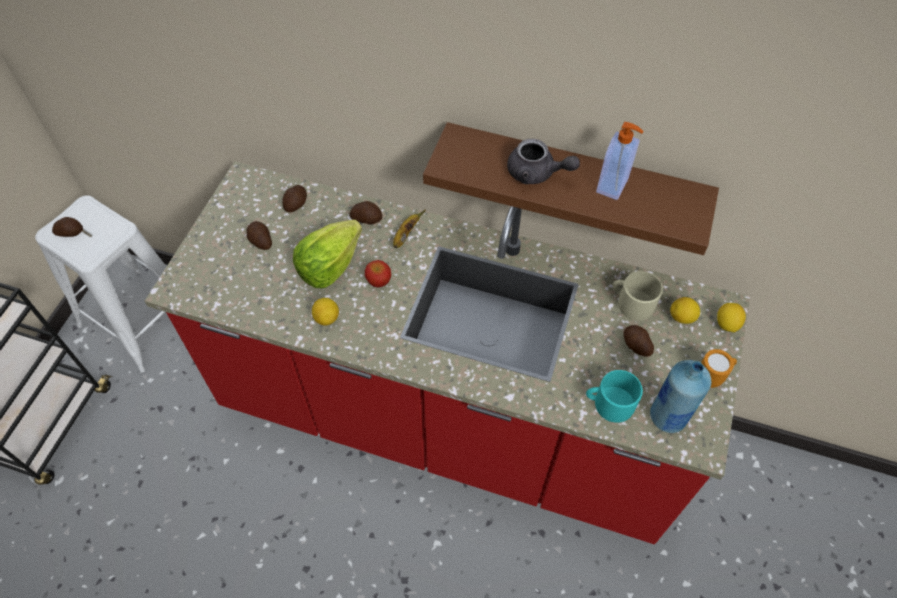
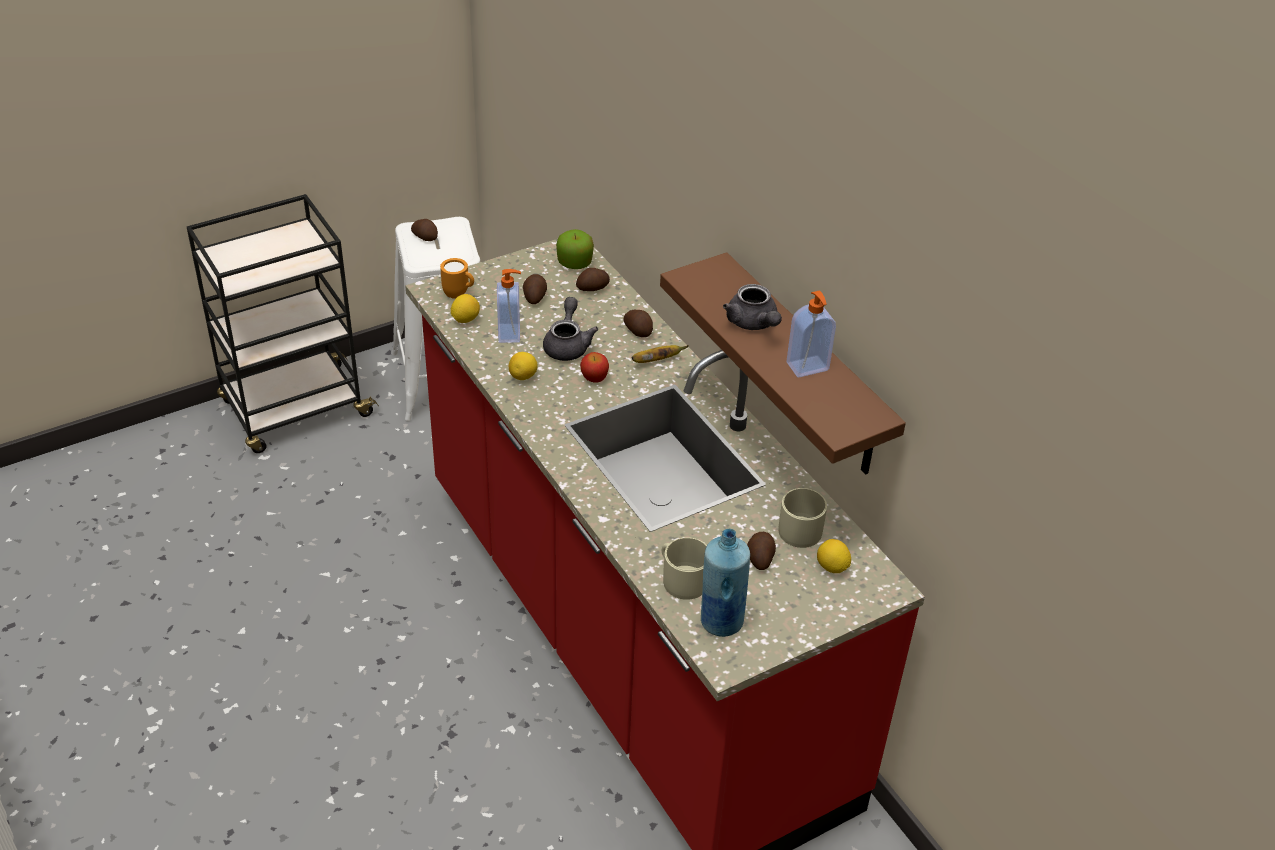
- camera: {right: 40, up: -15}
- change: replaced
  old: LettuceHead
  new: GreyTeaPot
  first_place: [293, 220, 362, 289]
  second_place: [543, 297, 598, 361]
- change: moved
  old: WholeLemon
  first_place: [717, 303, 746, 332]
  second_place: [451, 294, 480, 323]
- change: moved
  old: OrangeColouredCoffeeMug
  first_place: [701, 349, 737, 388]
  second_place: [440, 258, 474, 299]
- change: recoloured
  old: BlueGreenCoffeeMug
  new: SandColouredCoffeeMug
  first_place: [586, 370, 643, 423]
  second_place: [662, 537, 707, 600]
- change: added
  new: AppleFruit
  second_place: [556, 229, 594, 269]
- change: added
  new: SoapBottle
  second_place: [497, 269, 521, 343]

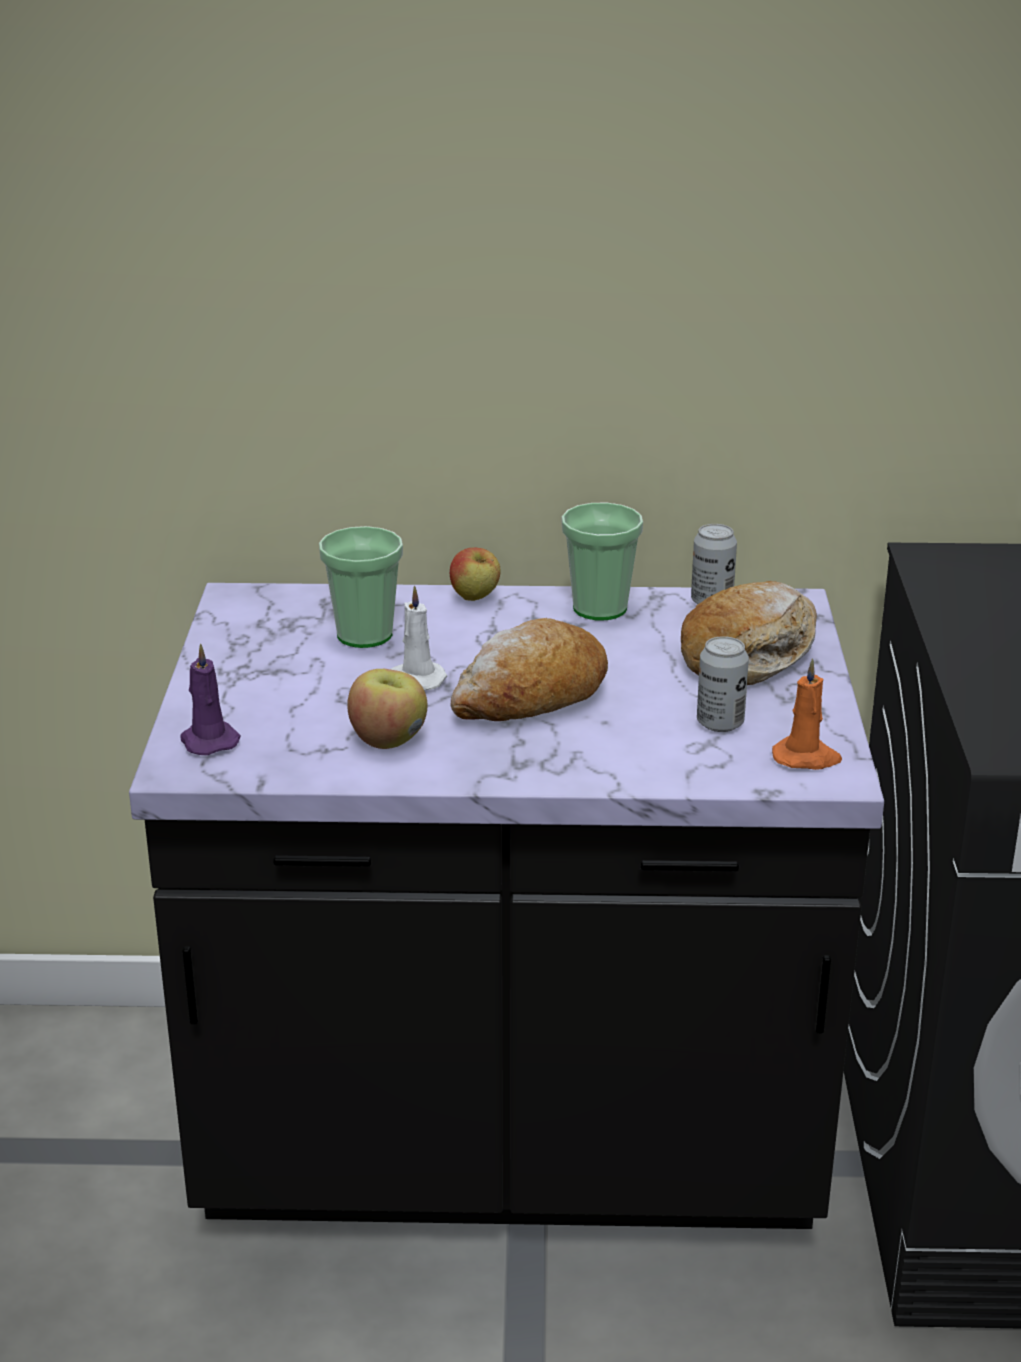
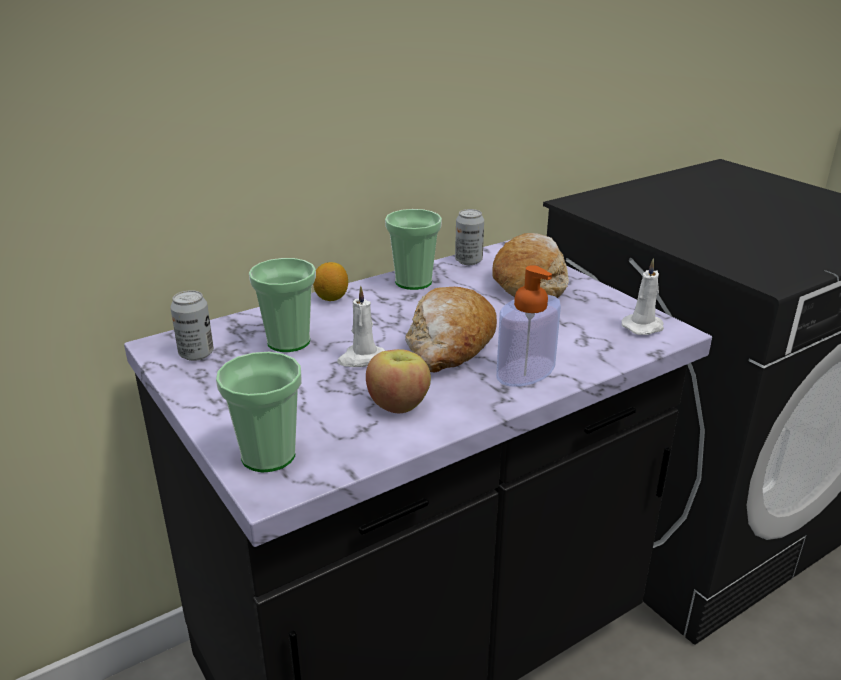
- camera: {right: -35, up: 0}
- change: replaced
  old: AppleFruit
  new: WholeLemon
  first_place: [450, 548, 501, 601]
  second_place: [313, 262, 348, 301]
- change: moved
  old: Can
  first_place: [697, 636, 749, 732]
  second_place: [170, 290, 214, 361]
- change: replaced
  old: PurpleColouredCandle
  new: DrinkingCup
  first_place: [180, 643, 240, 755]
  second_place: [216, 352, 302, 473]
- change: recoloured
  old: OrangeColouredCandle
  new: WhiteColouredCandle
  first_place: [772, 659, 842, 770]
  second_place: [622, 258, 664, 335]
- change: added
  new: SoapBottle
  second_place: [496, 265, 561, 386]

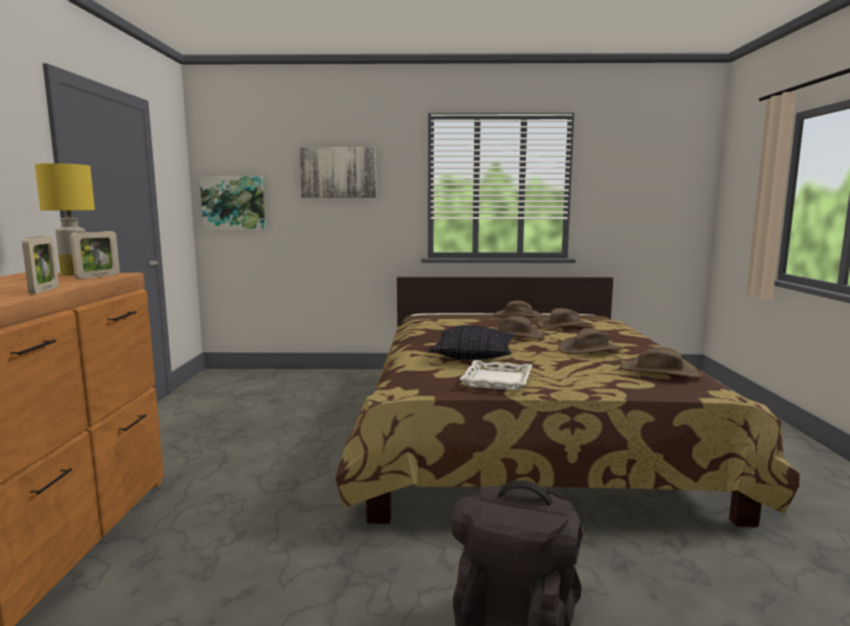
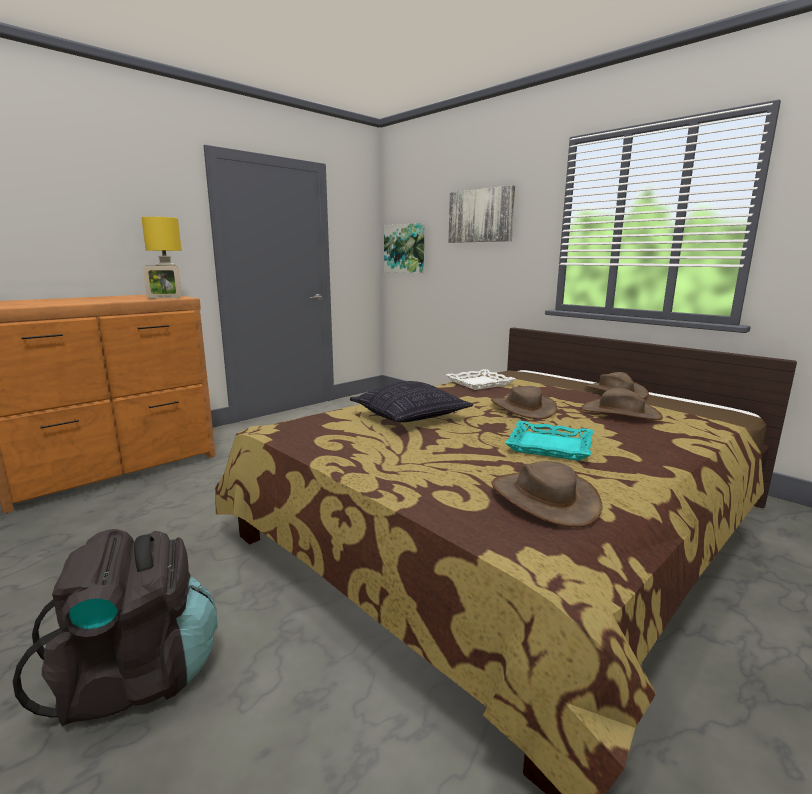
- camera: {right: 45, up: 5}
- change: removed
  old: StandingFrame
  first_place: [22, 236, 59, 294]
- change: replaced
  old: BrownColouredWearableHat
  new: BlueGreenServingTray
  first_place: [558, 328, 624, 354]
  second_place: [505, 421, 593, 461]
- change: moved
  old: WhiteColouredServingTray
  first_place: [460, 360, 532, 391]
  second_place: [446, 369, 515, 390]

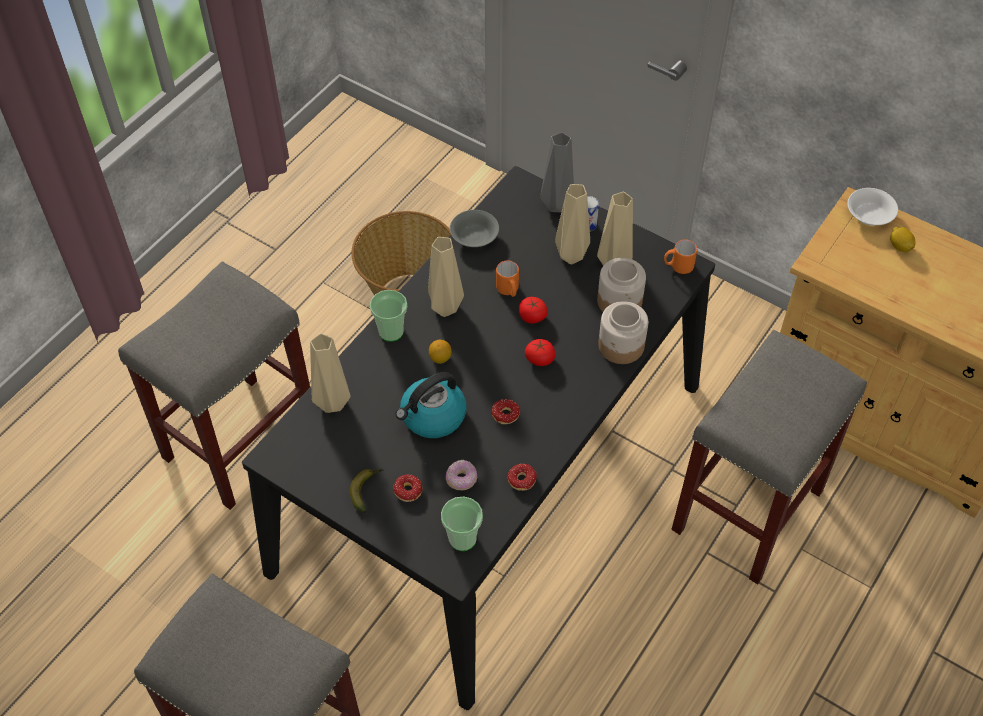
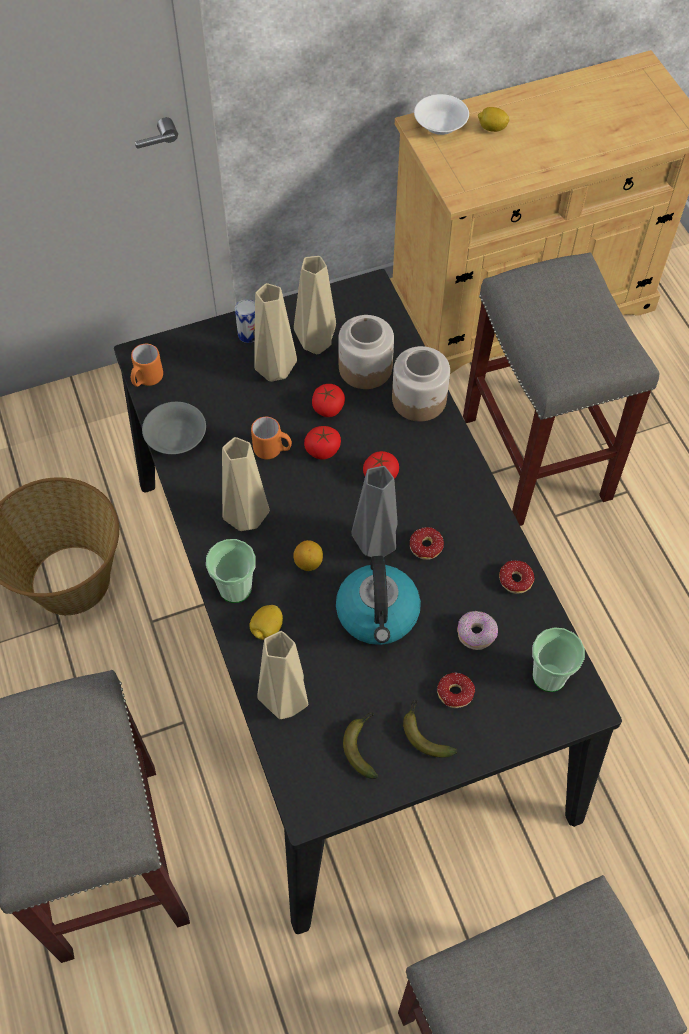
- camera: {right: -55, up: 5}
- change: moved
  old: GreyFlowerVase
  first_place: [540, 132, 574, 213]
  second_place: [351, 466, 398, 557]
- change: moved
  old: OrangeColouredCoffeeMug
  first_place: [664, 240, 697, 274]
  second_place: [131, 344, 163, 387]
- change: added
  new: Tomato
  second_place: [312, 384, 345, 417]
- change: added
  new: WholeLemon
  second_place: [249, 605, 283, 640]
- change: added
  new: Banana
  second_place: [343, 712, 378, 779]

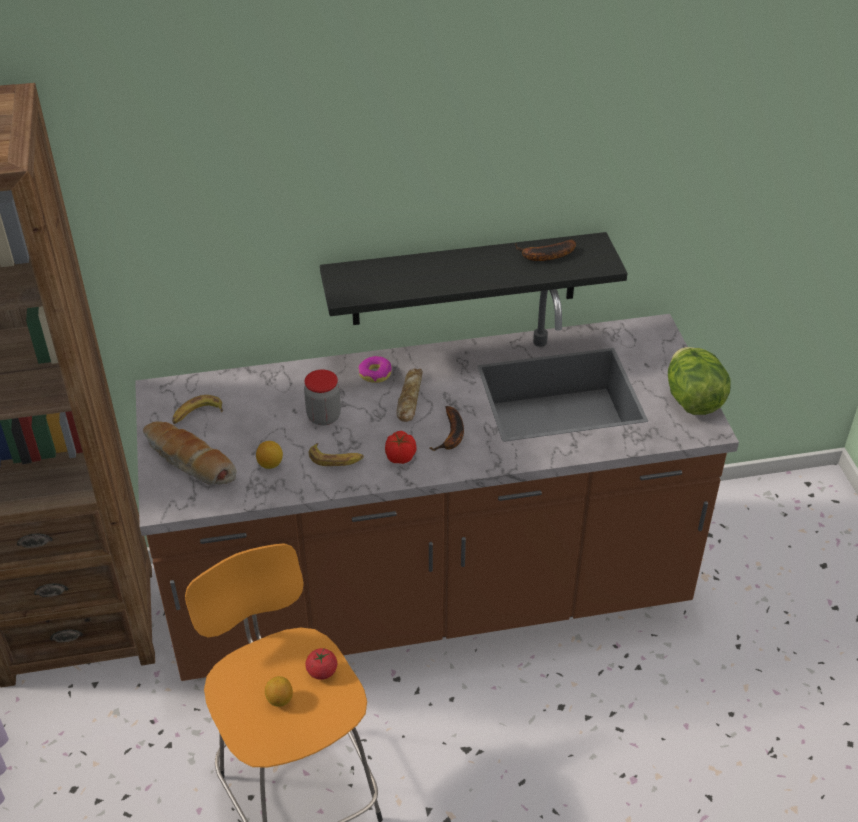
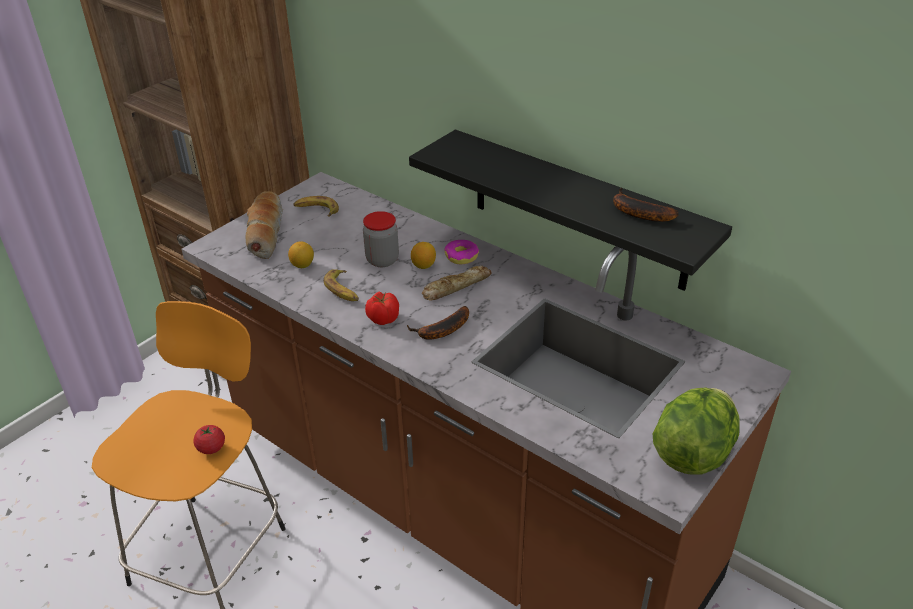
- camera: {right: 50, up: -5}
- change: moved
  old: WholeLemon
  first_place: [265, 676, 293, 707]
  second_place: [411, 242, 436, 269]

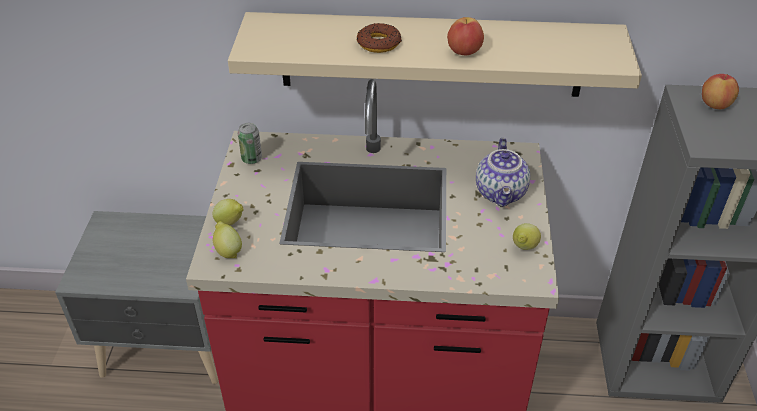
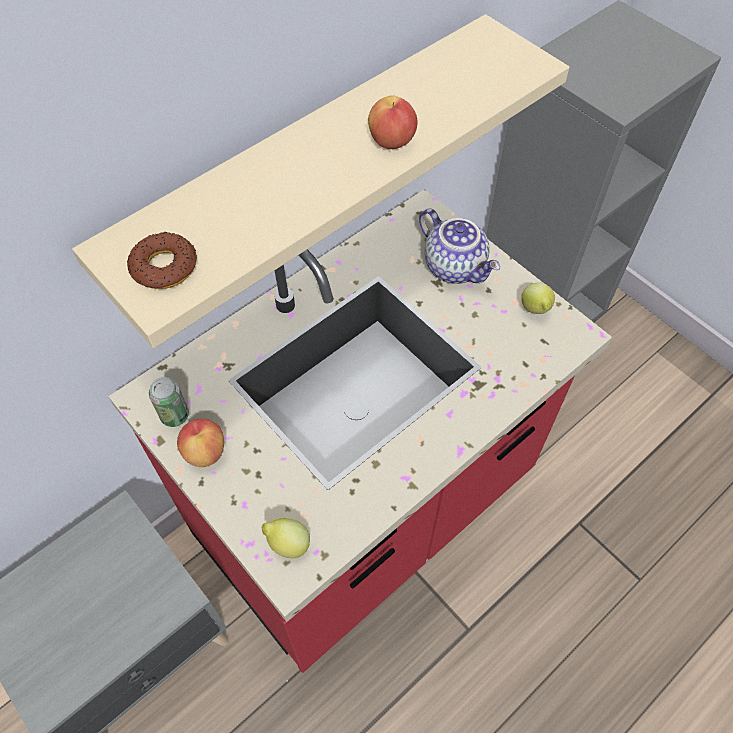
- camera: {right: -45, up: 15}
- change: moved
  old: Doughnut
  first_place: [357, 23, 402, 53]
  second_place: [127, 232, 197, 289]
- change: moved
  old: AppleFruit
  first_place: [702, 74, 739, 109]
  second_place: [177, 418, 224, 467]
- change: removed
  old: WholeLemon
  first_place: [213, 199, 243, 226]

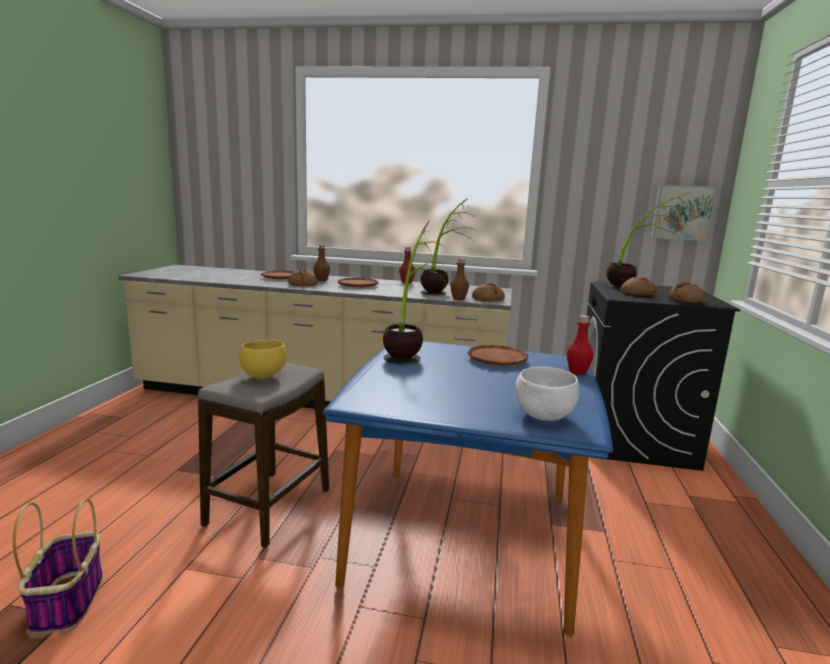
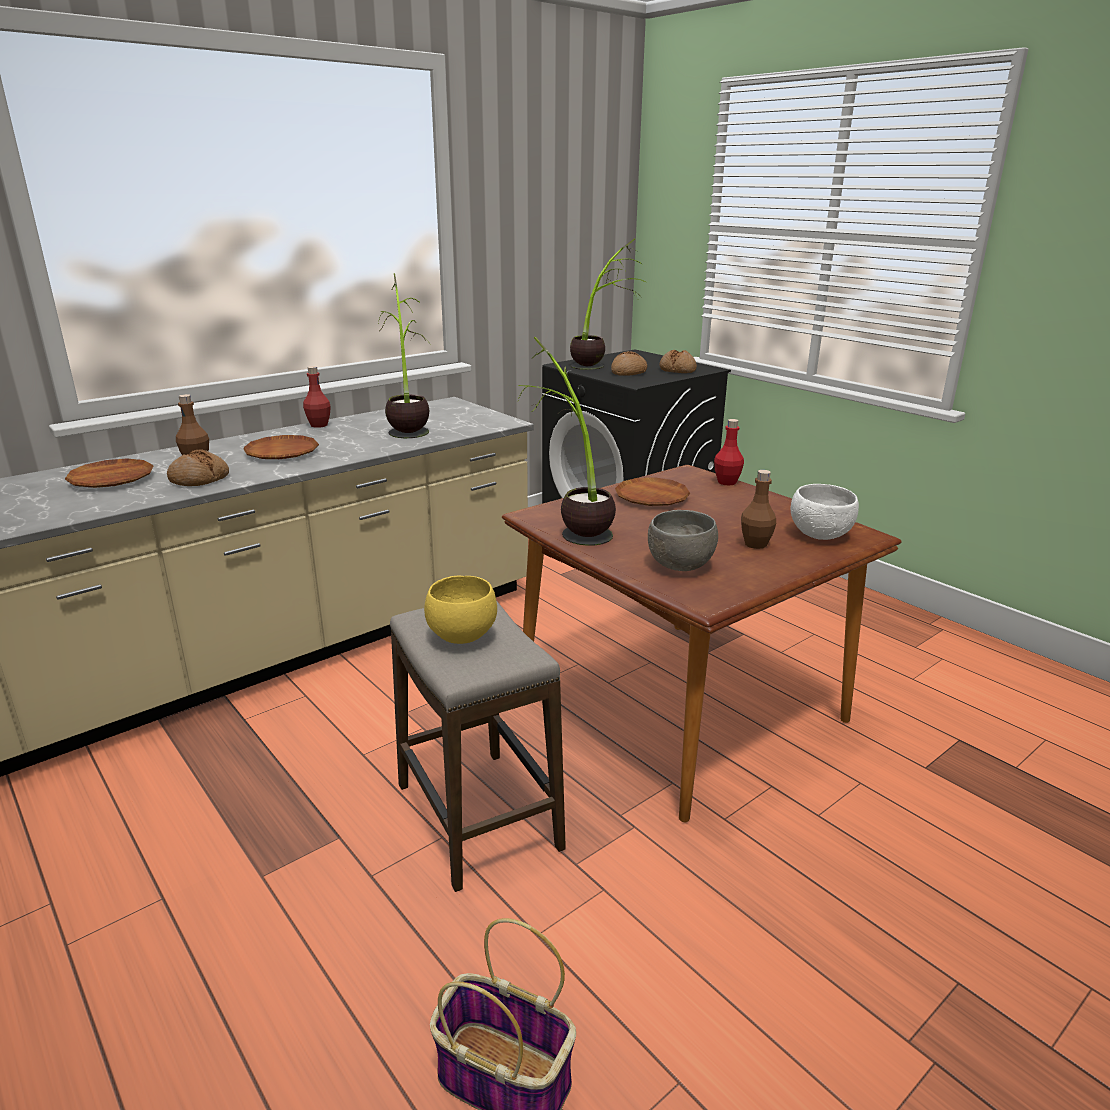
- camera: {right: -50, up: 10}
- change: removed
  old: WallArt
  first_place: [651, 185, 718, 241]
- change: moved
  old: BrownColouredBottle
  first_place: [450, 258, 469, 300]
  second_place: [741, 470, 776, 549]
- change: removed
  old: BakedBread
  first_place: [472, 283, 505, 302]
- change: recoloured
  old: BlueKitchenTable
  new: BrownColouredKitchenTable
  first_place: [322, 341, 613, 636]
  second_place: [502, 465, 902, 822]
- change: added
  new: GreyBowl
  second_place: [648, 510, 718, 571]

